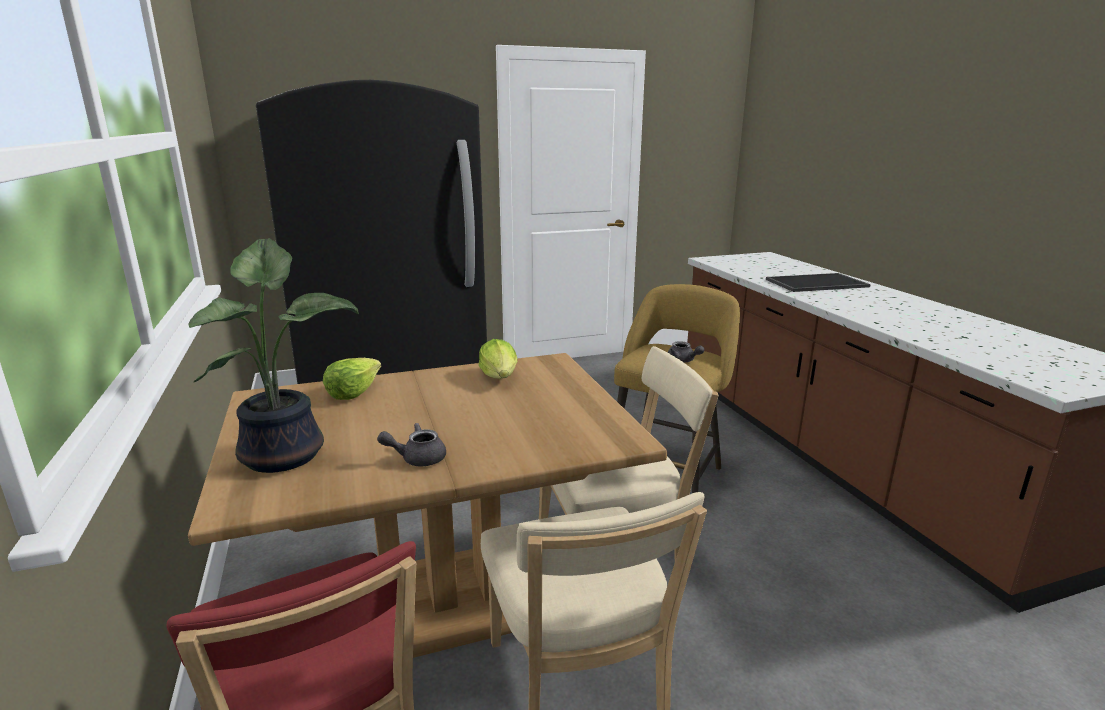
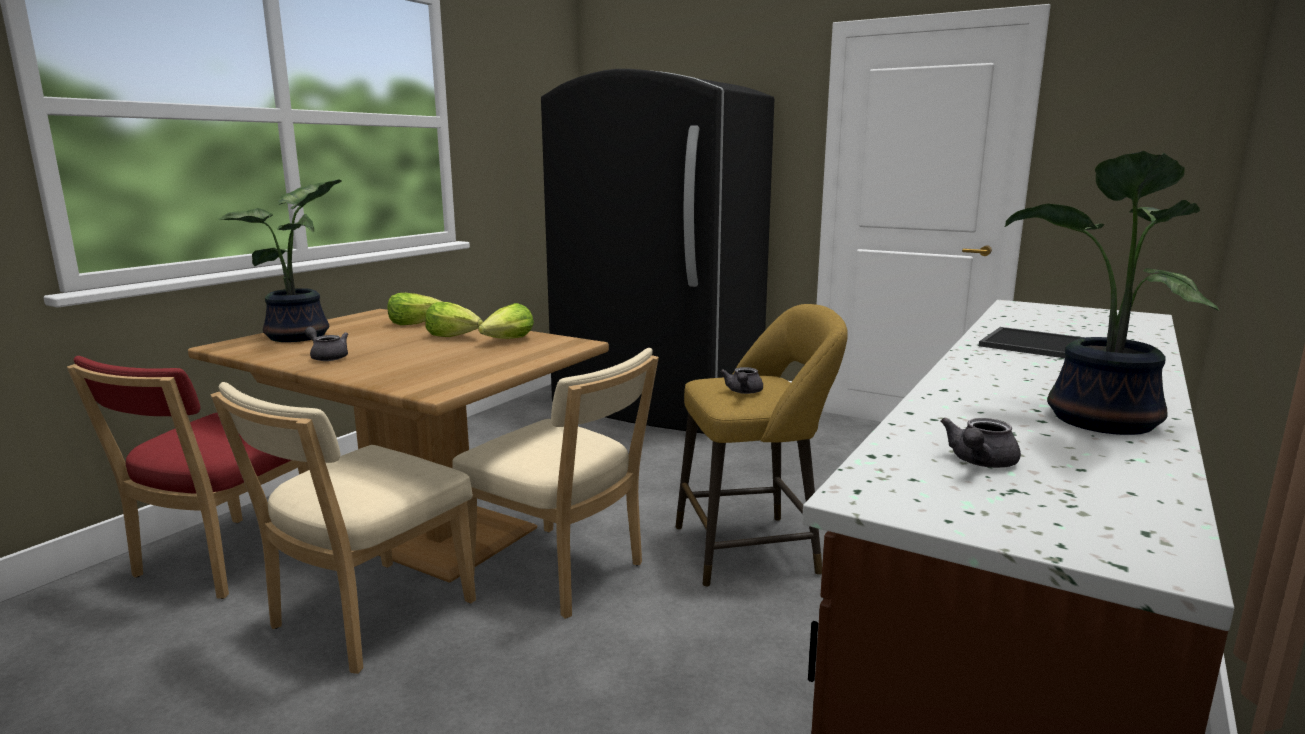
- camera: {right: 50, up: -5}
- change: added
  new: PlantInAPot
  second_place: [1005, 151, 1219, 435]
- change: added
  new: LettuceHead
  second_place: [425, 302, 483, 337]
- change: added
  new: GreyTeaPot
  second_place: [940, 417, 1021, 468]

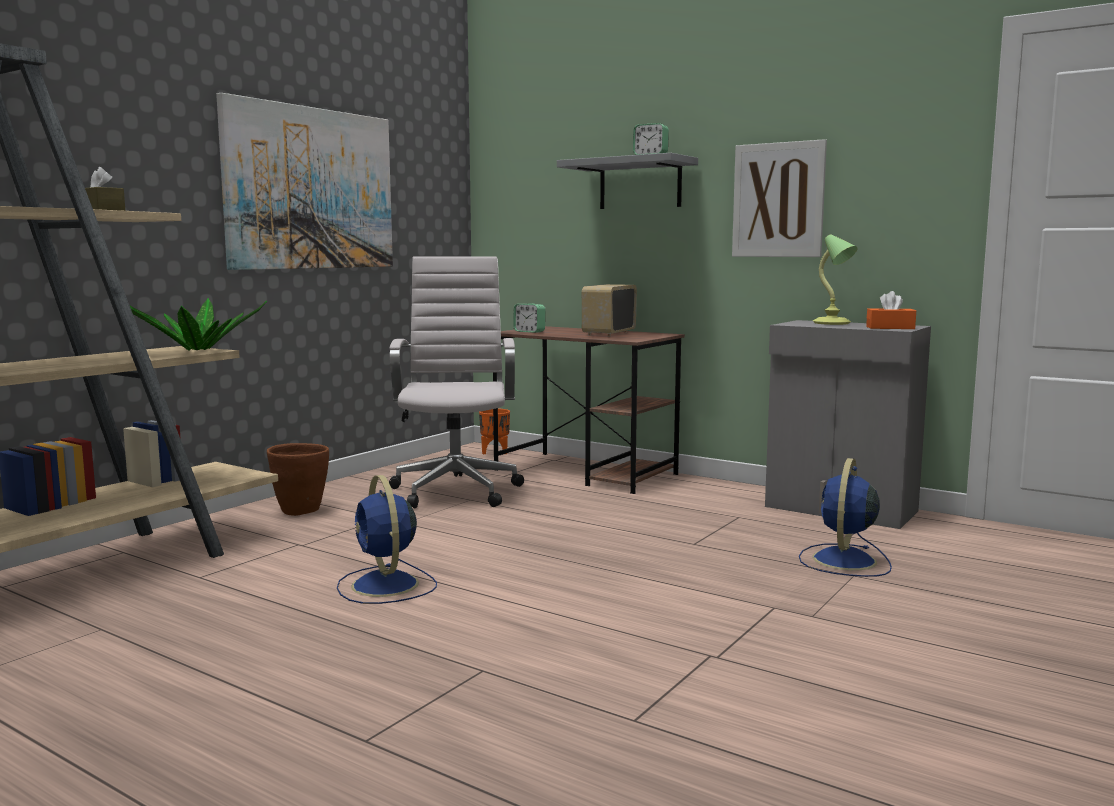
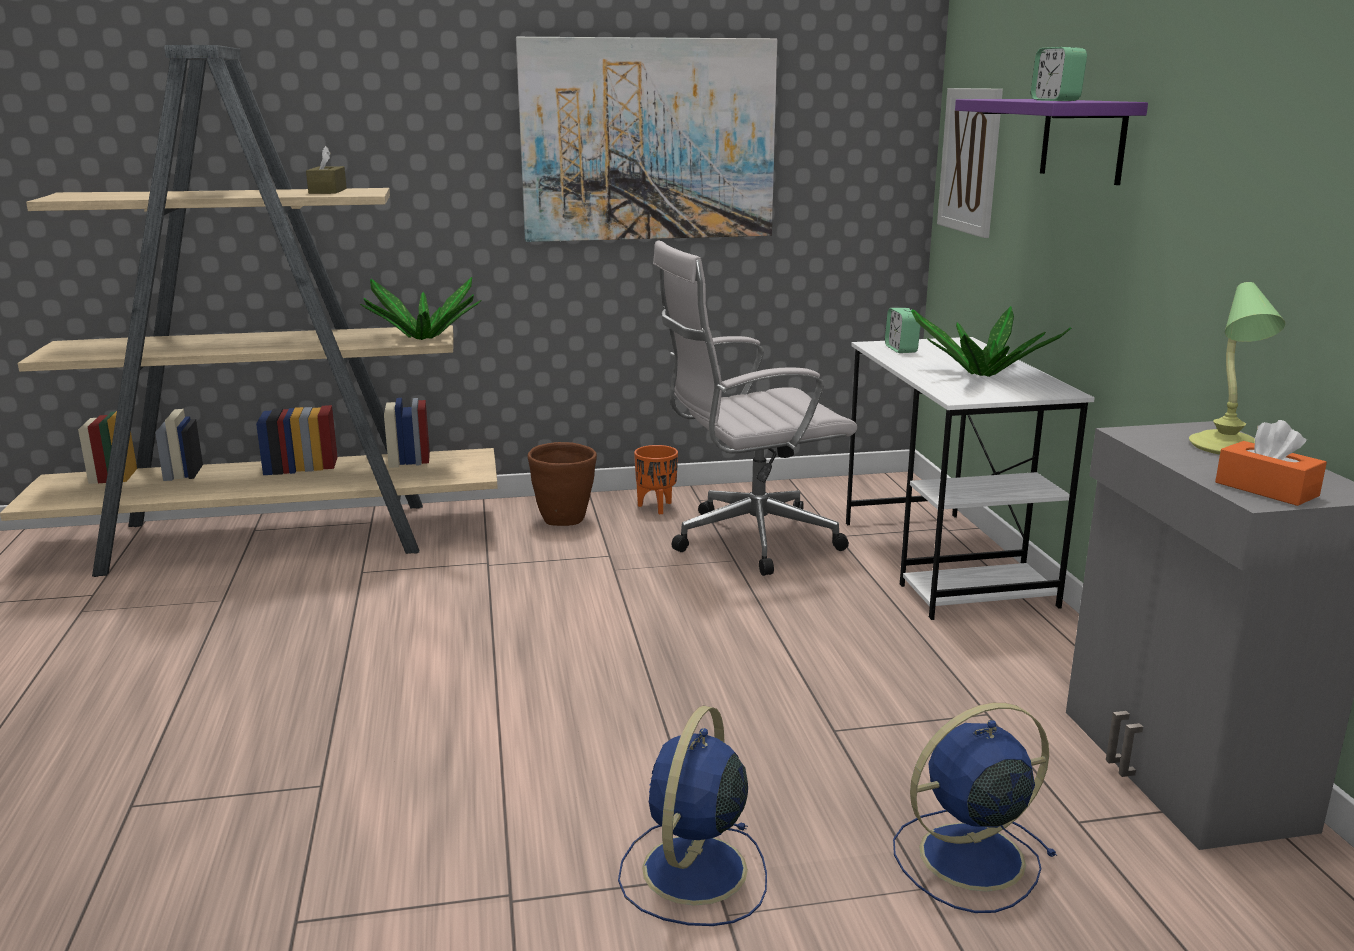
- camera: {right: 45, up: 10}
- change: moved
  old: WallArt
  first_place: [732, 139, 827, 257]
  second_place: [937, 88, 1003, 238]
- change: recoloured
  old: GreyWallShelf
  new: PurpleColouredWallShelf
  first_place: [557, 153, 698, 209]
  second_place: [955, 99, 1148, 185]
- change: turned
  old: WhiteColouredDeskChair
  first_place: [389, 257, 524, 508]
  second_place: [653, 240, 857, 576]
  degrees: -150
- change: replaced
  old: RadioSet
  new: PlantInAPot
  first_place: [582, 284, 637, 336]
  second_place: [911, 306, 1071, 377]
- change: recoloured
  old: BrownColouredDeskUnit
  new: WhiteColouredDeskUnit
  first_place: [493, 326, 685, 494]
  second_place: [846, 337, 1095, 620]
- change: moved
  old: OrangeColouredPlanter
  first_place: [479, 409, 510, 454]
  second_place: [634, 445, 678, 514]
- change: moved
  old: BlueElectricFan
  first_place: [337, 475, 437, 604]
  second_place: [618, 706, 767, 926]

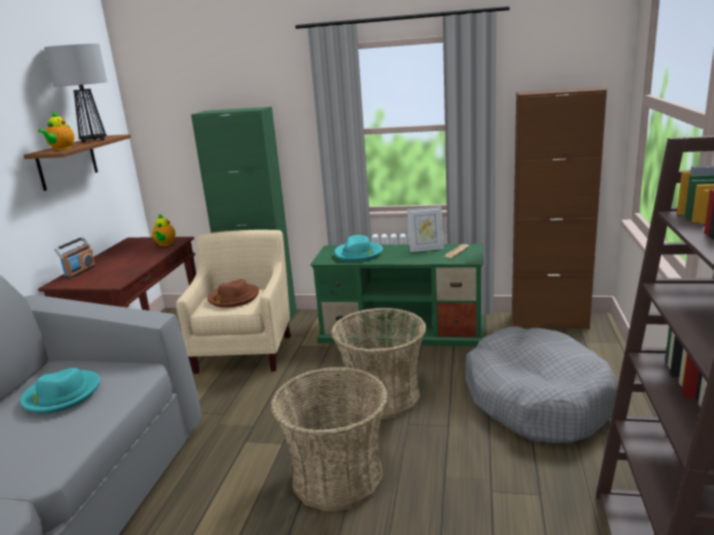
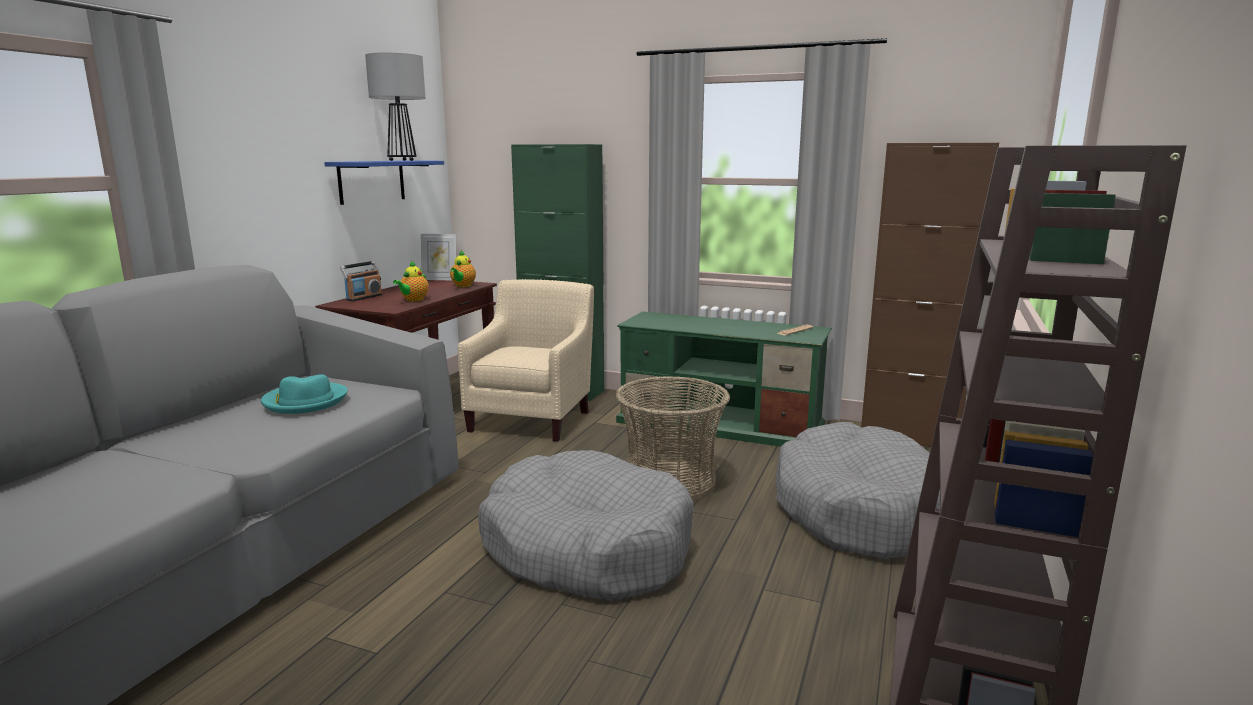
- camera: {right: 10, up: -5}
- change: moved
  old: TeaPot
  first_place: [38, 111, 74, 150]
  second_place: [393, 260, 429, 302]
- change: recoloured
  old: BrownColouredWallShelf
  new: BlueWallShelf
  first_place: [24, 134, 131, 191]
  second_place: [324, 160, 444, 205]
- change: moved
  old: StandingFrame
  first_place: [407, 206, 444, 252]
  second_place: [421, 234, 456, 280]
- change: removed
  old: BlueGreenWearableHat
  first_place: [334, 235, 383, 262]
- change: removed
  old: BrownColouredWearableHat
  first_place: [207, 279, 259, 307]
- change: replaced
  old: Basket
  new: GreyPetBed
  first_place: [270, 367, 388, 512]
  second_place: [478, 450, 694, 601]

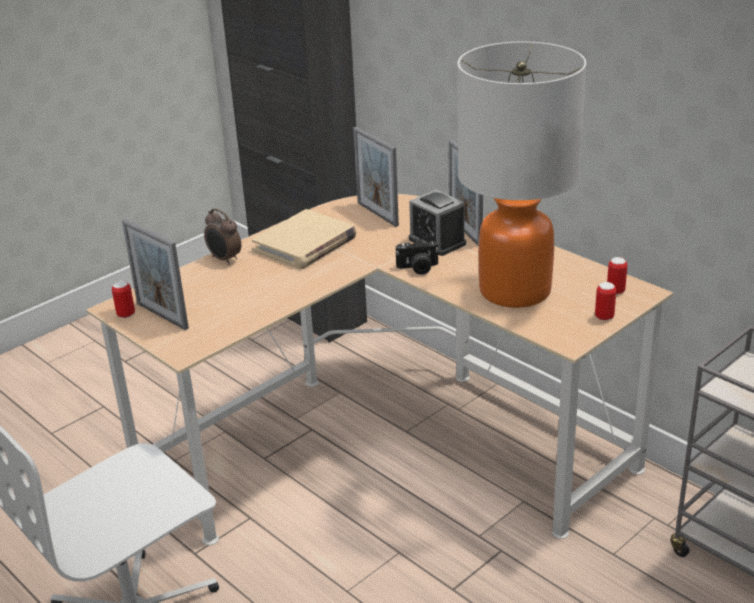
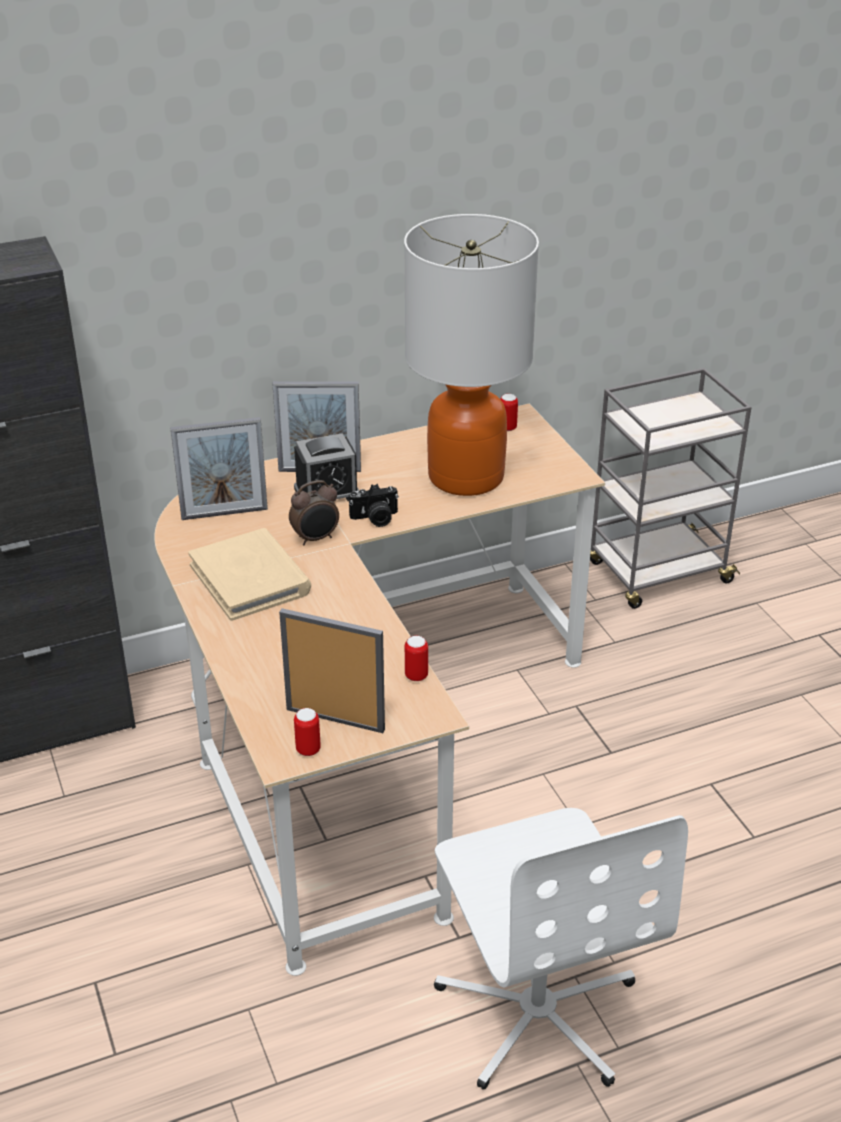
- camera: {right: -70, up: 5}
- change: moved
  old: AlarmClock
  first_place: [204, 208, 241, 265]
  second_place: [289, 480, 339, 545]
- change: turned
  old: StandingFrame
  first_place: [122, 219, 189, 330]
  second_place: [279, 608, 385, 733]
  degrees: -135
- change: turned
  old: PhotoCamera
  first_place: [396, 238, 439, 275]
  second_place: [349, 484, 399, 527]
  degrees: 60
- change: moved
  old: Can
  first_place: [595, 282, 616, 321]
  second_place: [405, 636, 428, 681]

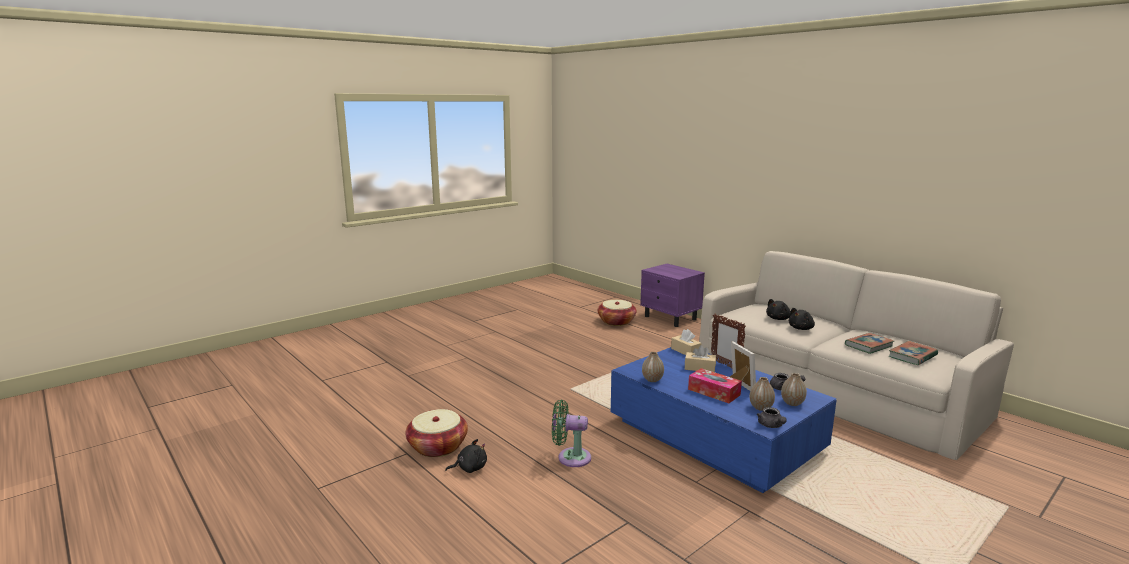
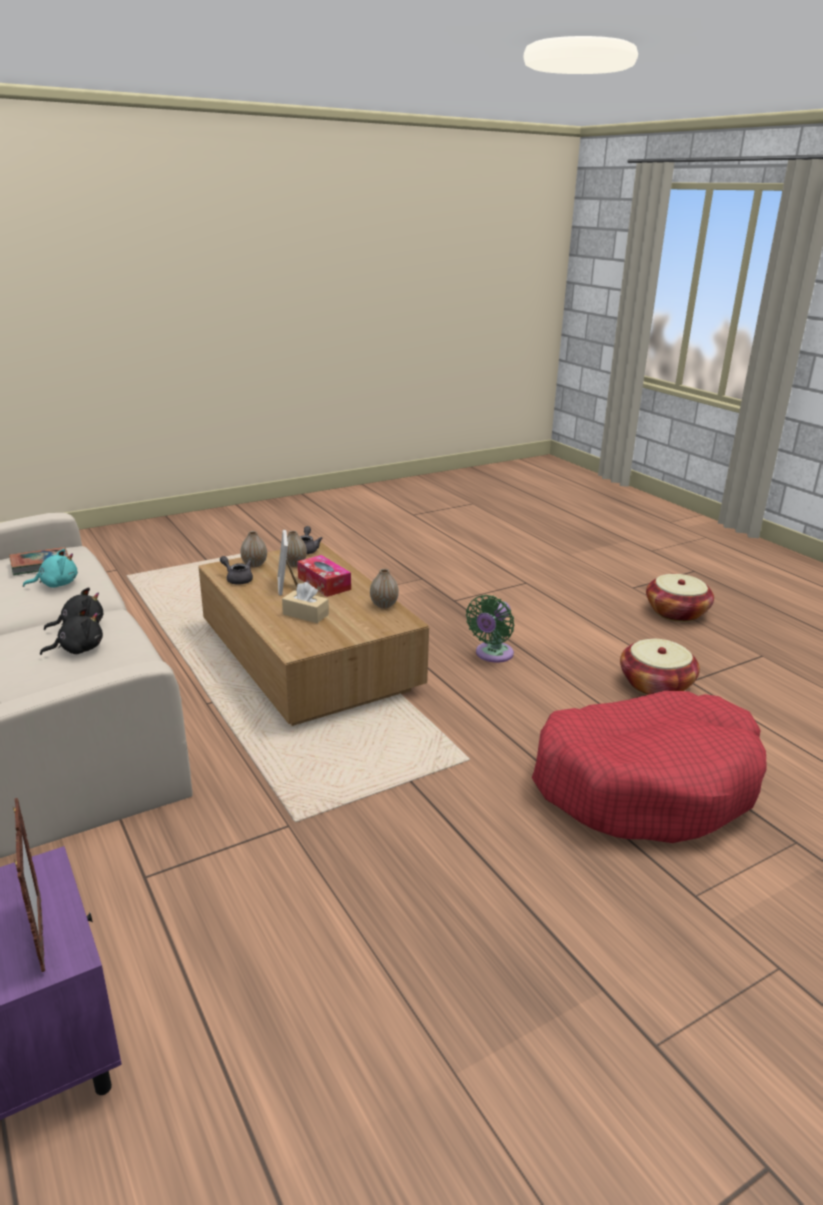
- camera: {right: -170, up: 10}
- change: moved
  old: Basket
  first_place: [598, 300, 636, 326]
  second_place: [646, 574, 714, 622]
- change: moved
  old: StandingFrame
  first_place: [711, 314, 746, 368]
  second_place: [13, 798, 45, 972]
- change: removed
  old: SandColouredTissueHolder
  first_place: [671, 329, 701, 355]
- change: replaced
  old: Volume
  new: BlueGreenPlushToy
  first_place: [845, 333, 894, 354]
  second_place: [23, 549, 78, 588]
- change: recoloured
  old: BlueCoffeeTable
  new: BrownColouredCoffeeTable
  first_place: [611, 347, 837, 493]
  second_place: [199, 542, 429, 726]
- change: turned
  old: GreenElectricFan
  first_place: [552, 400, 591, 467]
  second_place: [466, 595, 514, 663]
  degrees: 105
- change: removed
  old: BlackPlushToy
  first_place: [445, 439, 487, 473]
- change: added
  new: RedColouredPetBed
  second_place: [532, 691, 767, 843]

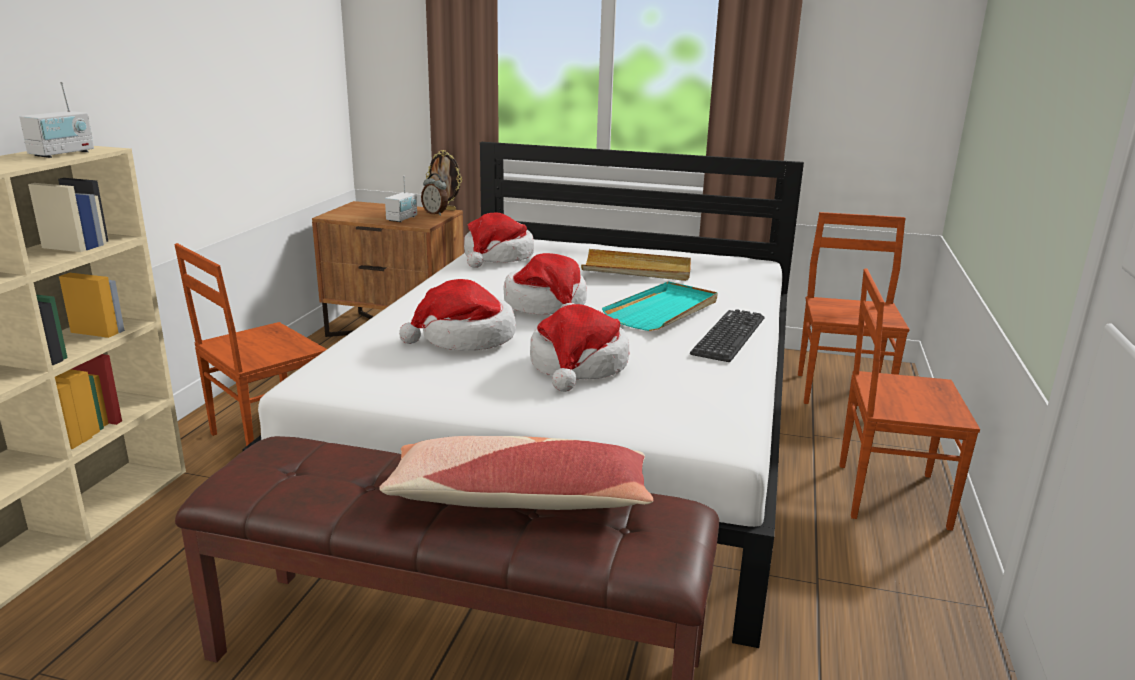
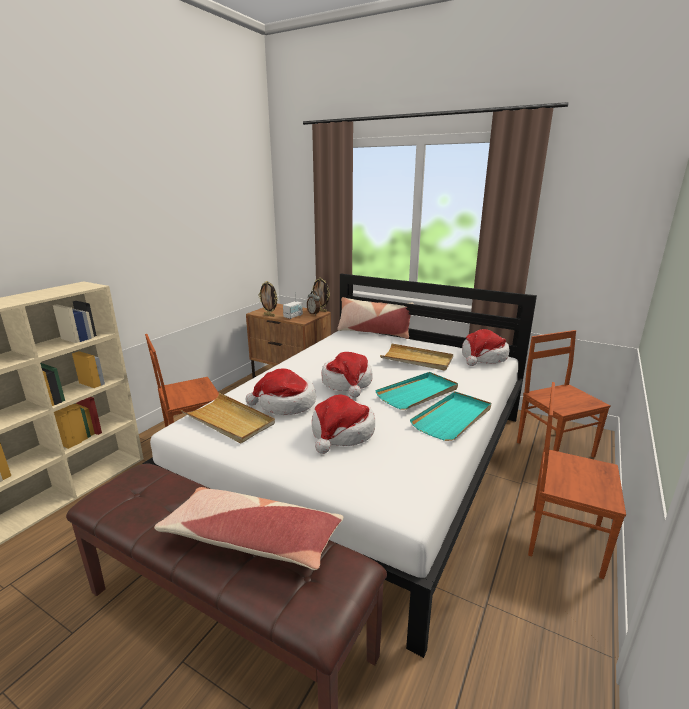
- camera: {right: 15, up: 0}
- change: removed
  old: RadioSet
  first_place: [19, 82, 94, 158]
- change: moved
  old: WearableHat
  first_place: [464, 212, 534, 268]
  second_place: [462, 329, 509, 366]
- change: turned
  old: BrownColouredUprightChair
  first_place: [798, 212, 910, 404]
  second_place: [517, 330, 611, 458]
  degrees: -45
- change: replaced
  old: ComputerKeyboard
  new: BlueGreenServingTray
  first_place: [690, 309, 765, 362]
  second_place: [410, 392, 491, 441]
- change: added
  new: StandingFrame
  second_place: [259, 281, 278, 317]
- change: added
  new: ThrowPillow
  second_place: [337, 297, 414, 339]
- change: added
  new: SandColouredServingTray
  second_place: [181, 393, 275, 444]

